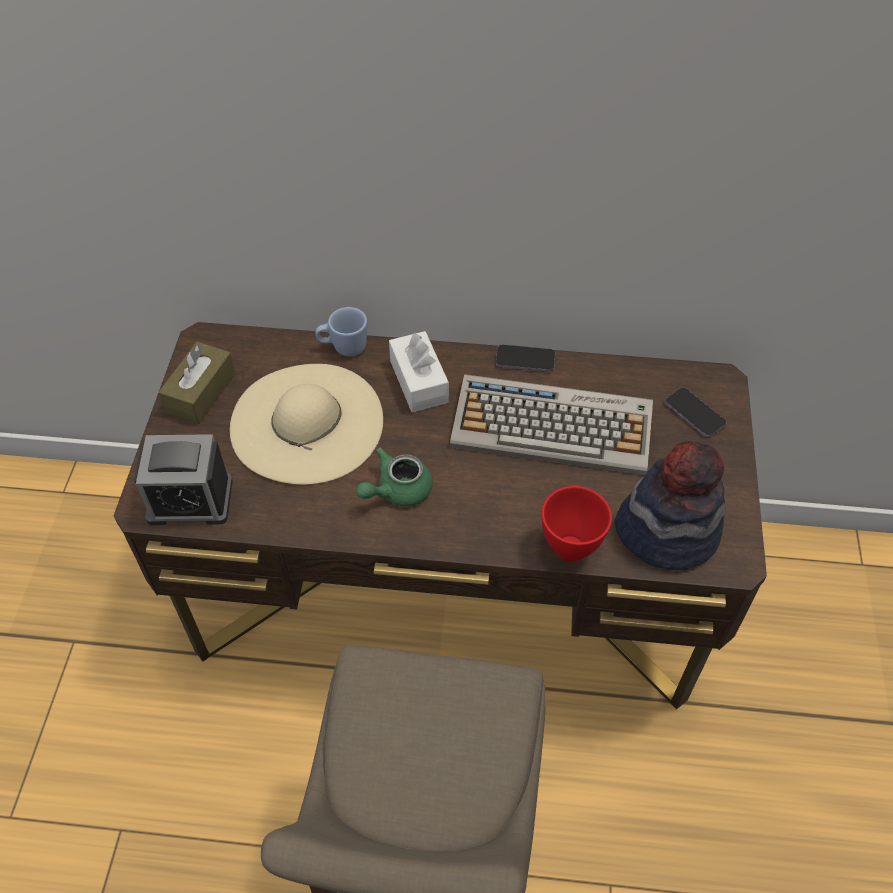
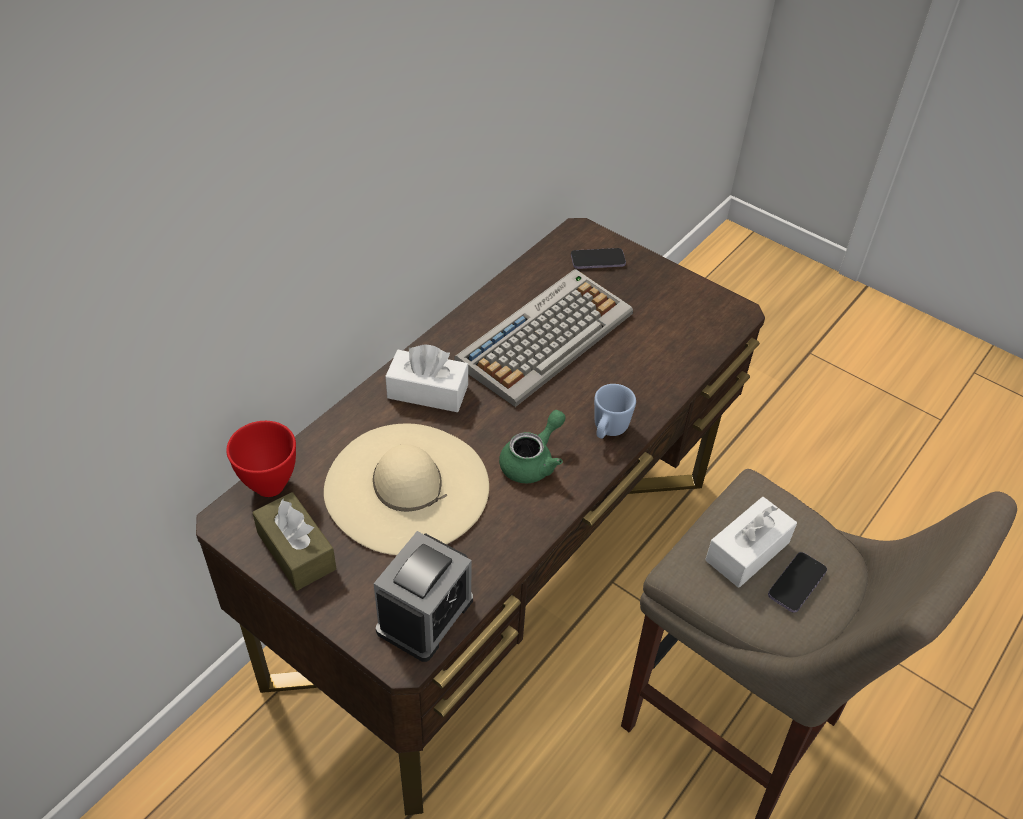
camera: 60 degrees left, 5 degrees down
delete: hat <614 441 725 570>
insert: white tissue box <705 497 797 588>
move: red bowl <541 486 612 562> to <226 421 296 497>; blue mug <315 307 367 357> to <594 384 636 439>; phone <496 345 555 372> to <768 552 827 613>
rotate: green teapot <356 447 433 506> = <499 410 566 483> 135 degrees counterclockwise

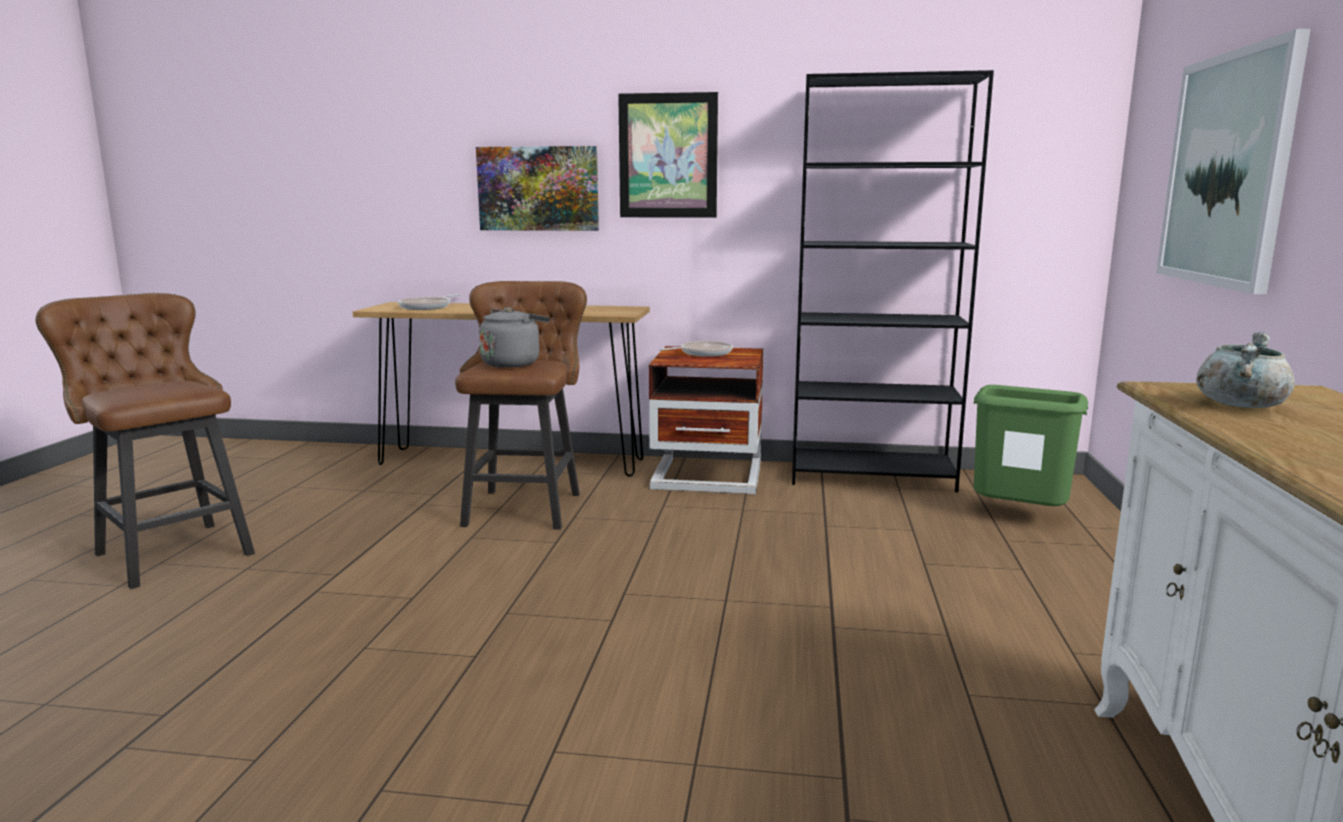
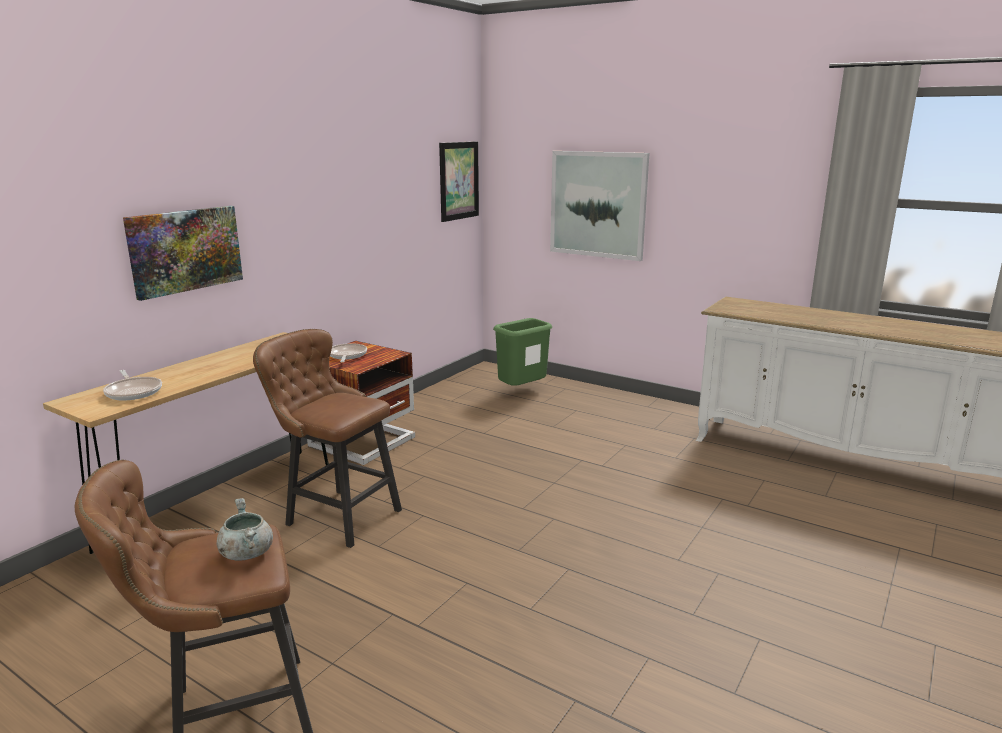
camera: 65 degrees left, 5 degrees up
delete: grey kettle <479 307 550 368>; black bookcase <792 70 994 492>
move: grey cooking pot <1196 332 1295 408> to <217 498 273 561>; picture <618 92 718 218> to <439 141 479 222>

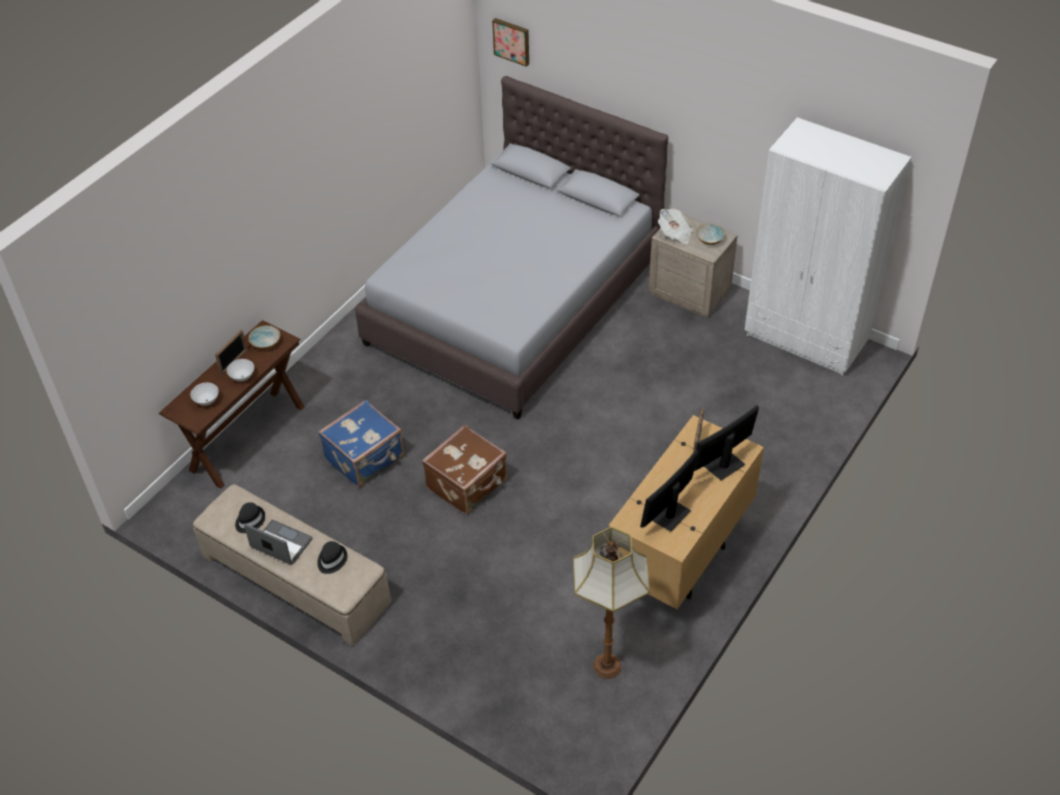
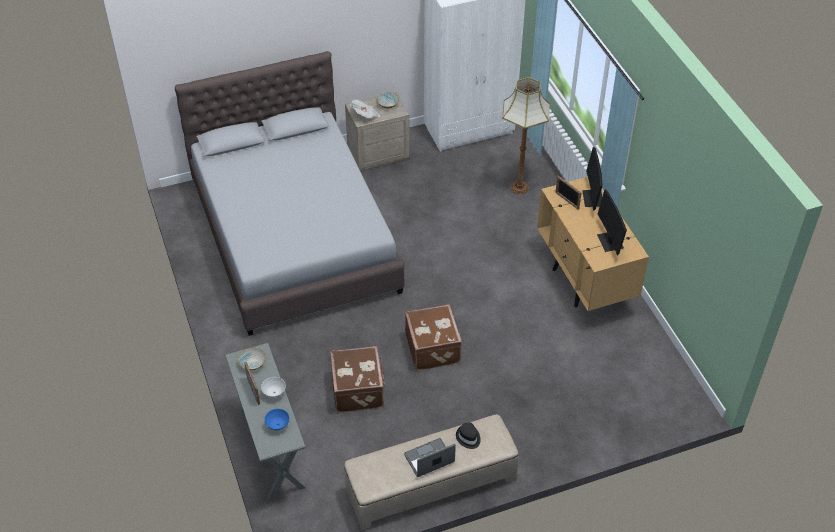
camera: 55 degrees left, 0 degrees up
delete: black hat <235 502 265 533>; picture <492 18 529 67>
move: floor lamp <573 527 650 679> to <502 77 550 194>
recolor: brown console table <159 320 304 489> to grey console table <225 343 306 500>; white bowl <190 383 219 406> to blue bowl <264 409 289 430>; blue suitcase <318 400 404 488> to brown suitcase <330 346 385 412>

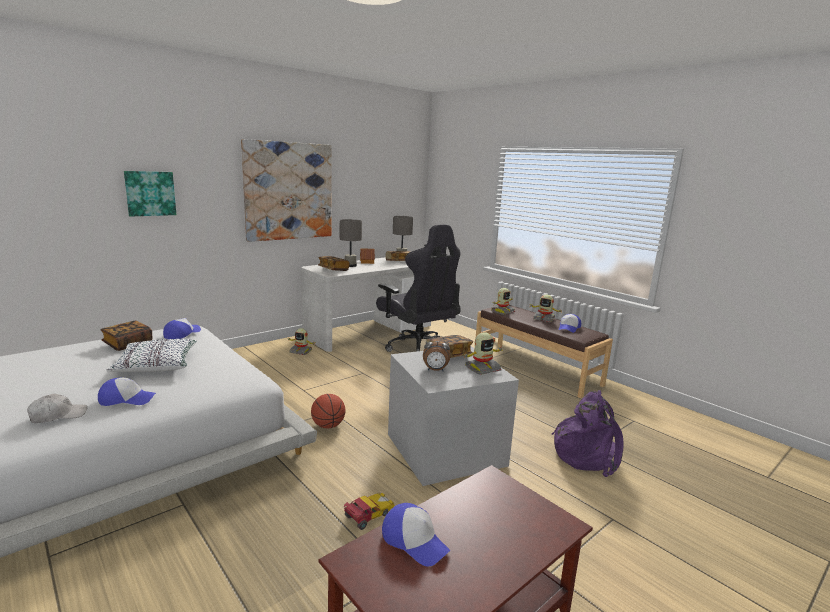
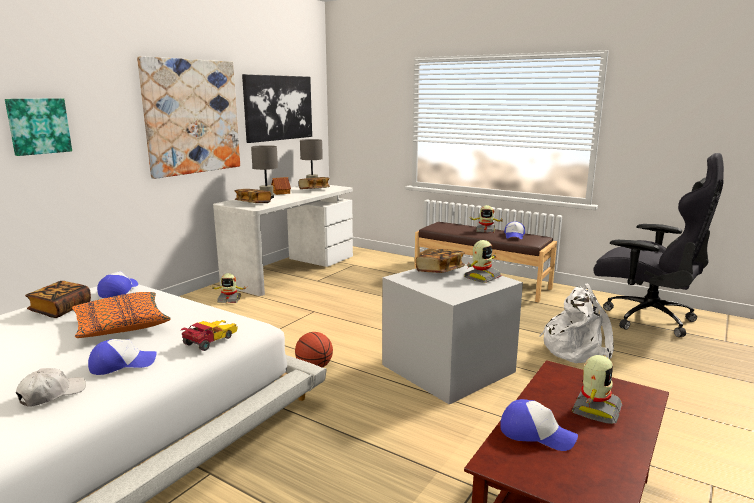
camera: 15 degrees left, 0 degrees up
delete: alarm clock <423 335 450 371>
insert: picture <242 74 312 143>
move: toy car <343 493 394 530> to <180 320 238 351>; toy robot <492 288 515 315> to <572 355 622 424>; black office chair <376 224 461 352> to <593 153 724 337>
recolor: white pillow <106 339 197 372> to orange pillow <72 292 171 338>; purple backpack <552 390 623 477> to white backpack <539 284 614 363>

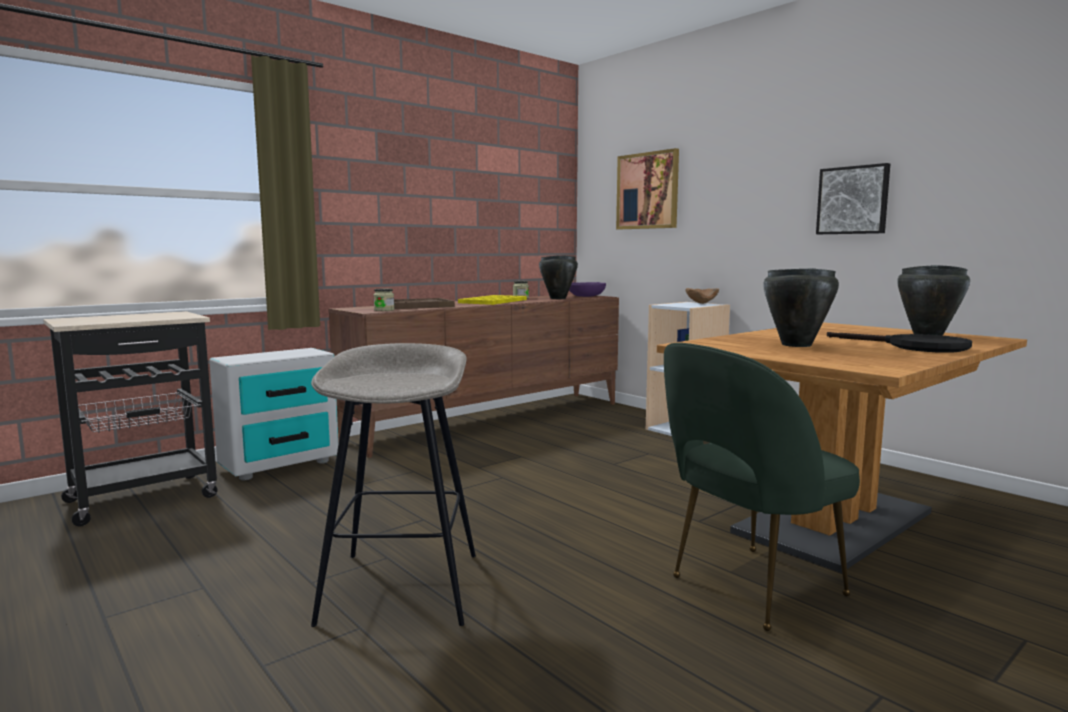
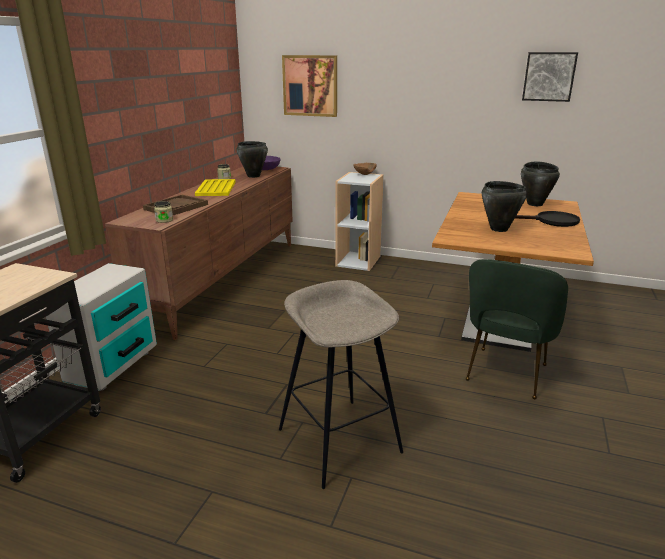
camera: 30 degrees left, 15 degrees up
move: picture <816 163 890 234> to <522 52 578 102>

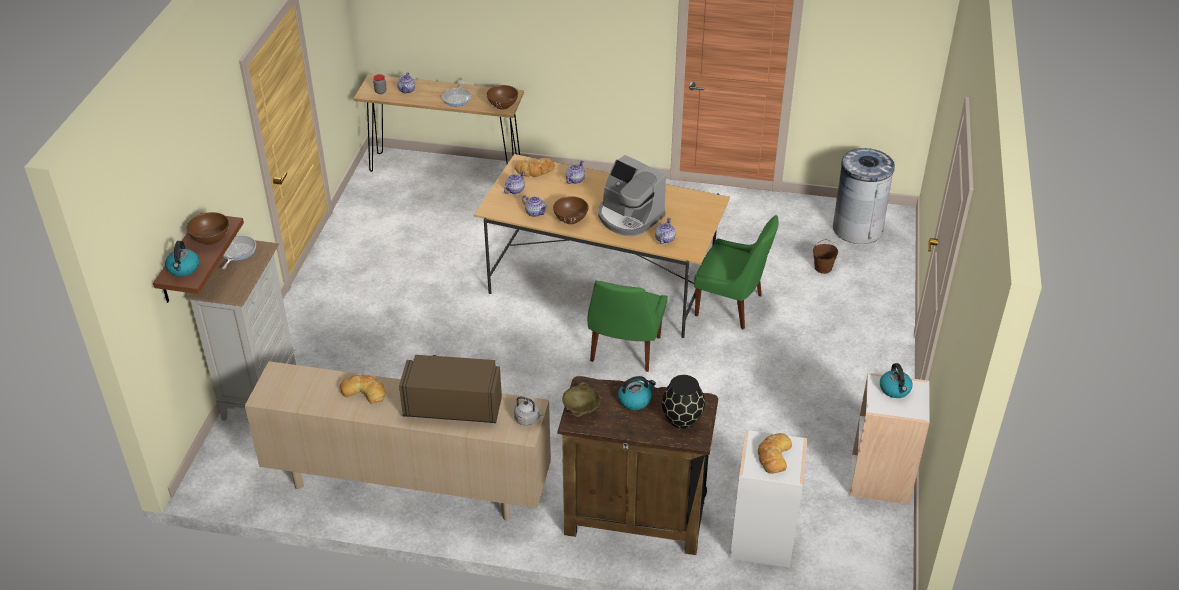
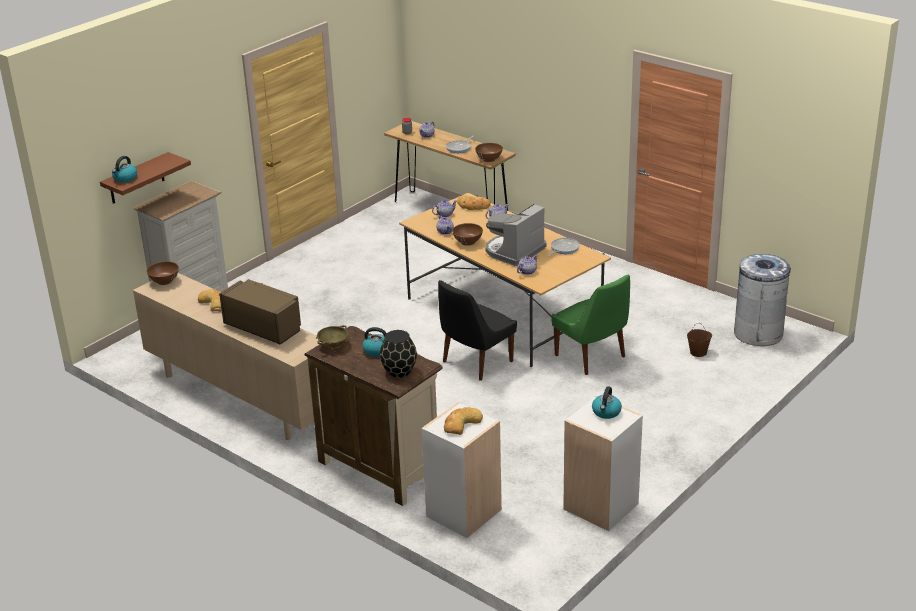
camera: 30 degrees right, 10 degrees down
delete: grey kettle <514 396 544 426>
move: brown bowl <187 212 229 245> to <146 261 179 285>; frying pan <222 235 256 269> to <548 238 580 256>
recolor: black dresser <557 376 718 555> to beige dresser <304 326 443 506>; green chair <588 281 668 372> to black chair <438 280 517 381>
rotate: coffee machine <598 155 666 237> = <486 204 547 266> 60 degrees clockwise

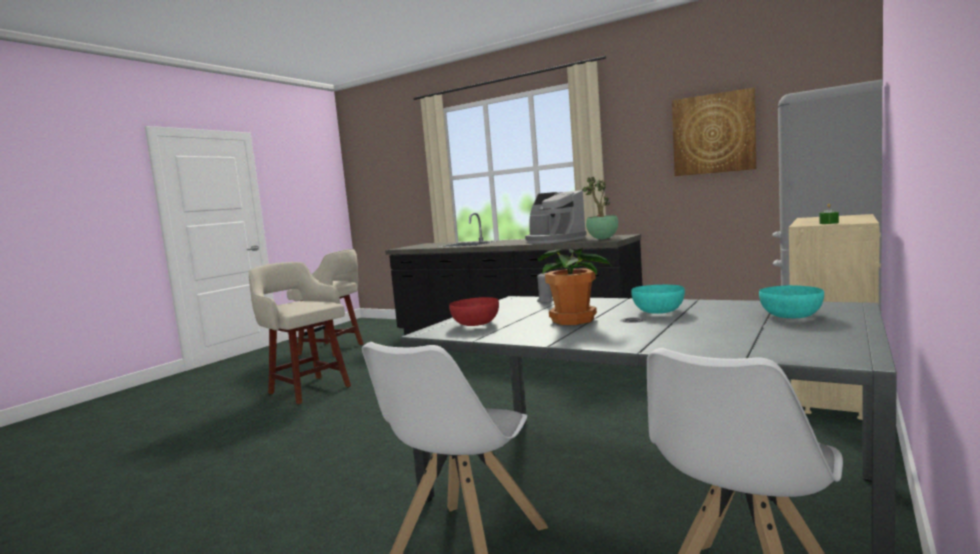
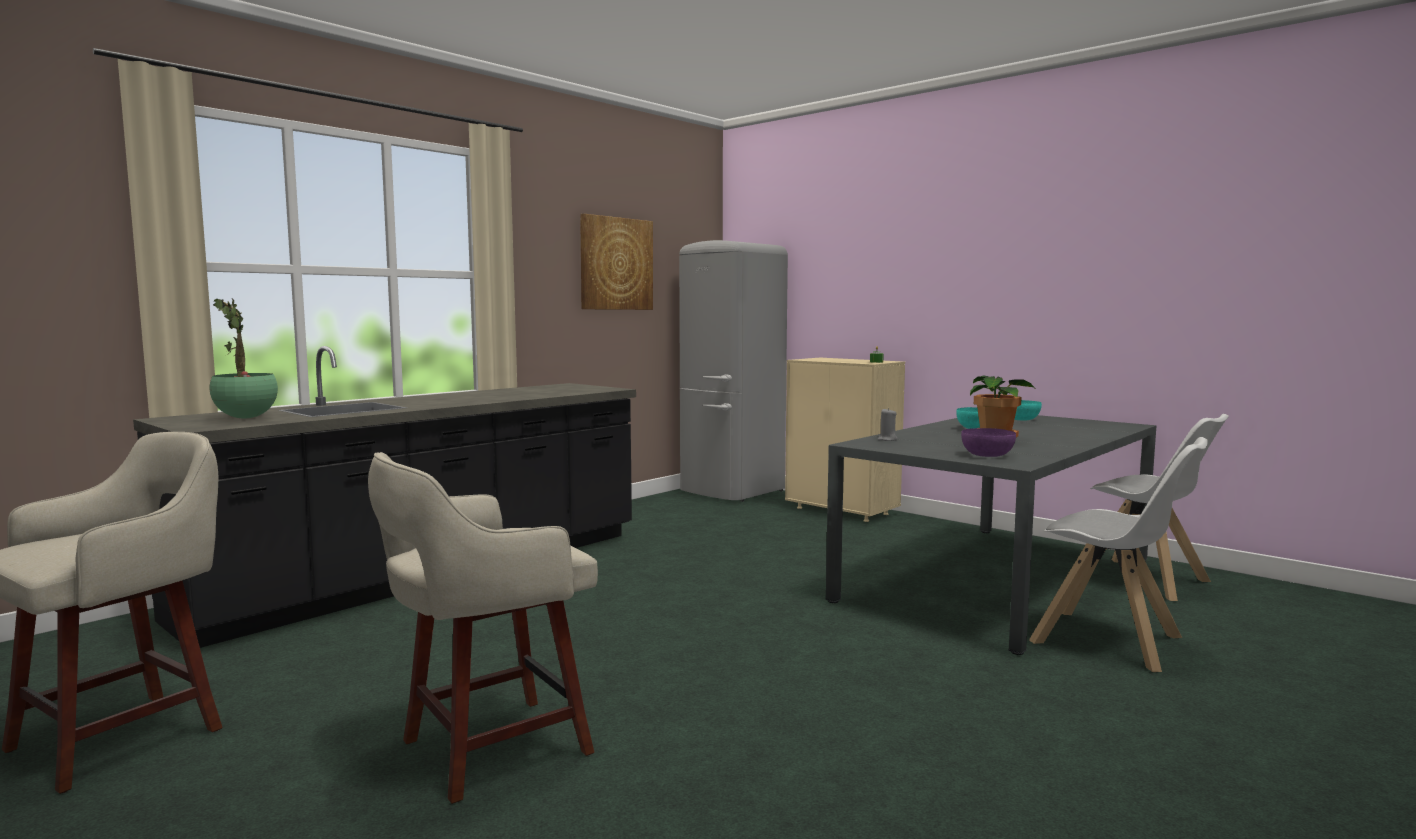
camera: 80 degrees left, 0 degrees up
delete: coffee machine <525 190 587 244>
move: potted plant <582 177 618 239> to <210 298 278 419>
recolor: red bowl <449 297 499 326> to purple bowl <961 428 1016 457>

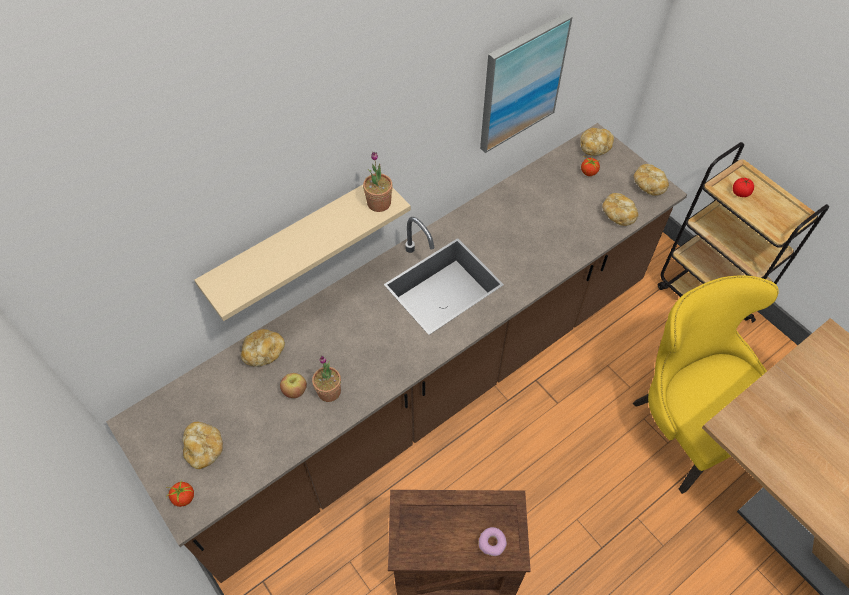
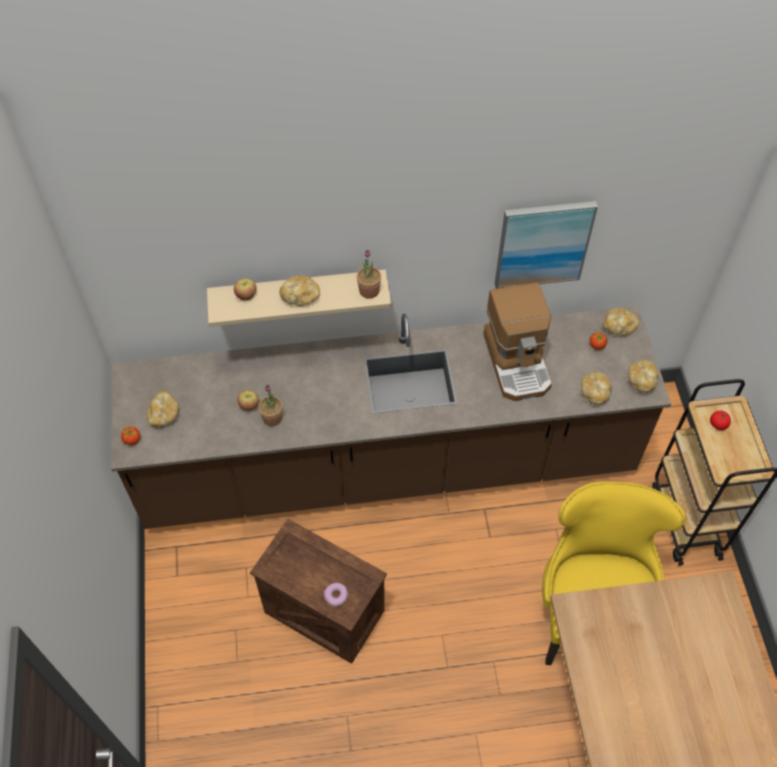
camera: 30 degrees right, 0 degrees up
insert: apple <234 278 257 300>; coffee machine <483 282 552 401>
move: bread <241 329 285 367> to <279 275 320 306>

